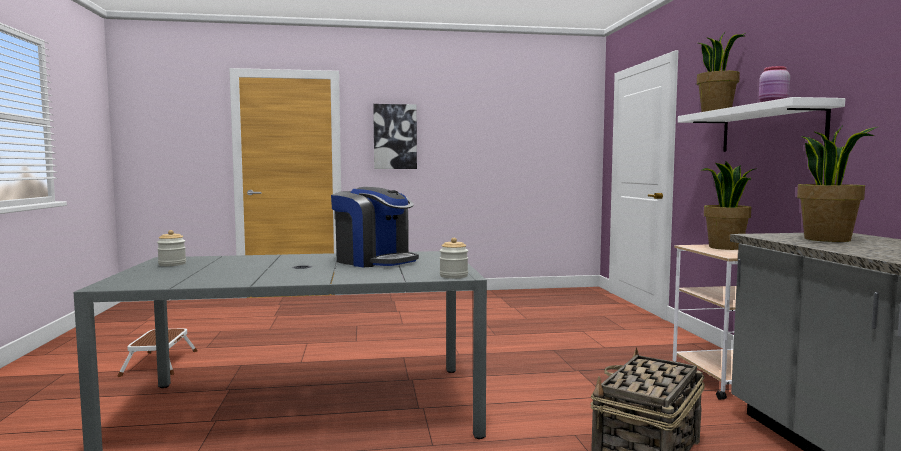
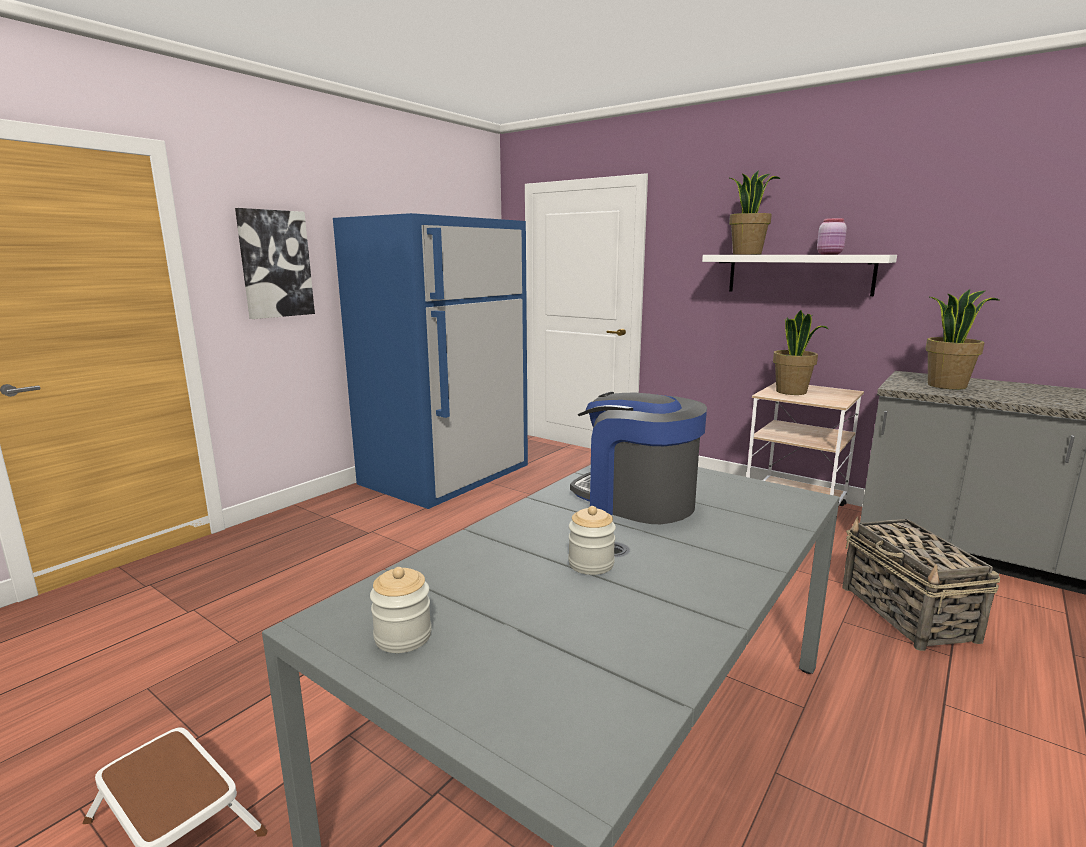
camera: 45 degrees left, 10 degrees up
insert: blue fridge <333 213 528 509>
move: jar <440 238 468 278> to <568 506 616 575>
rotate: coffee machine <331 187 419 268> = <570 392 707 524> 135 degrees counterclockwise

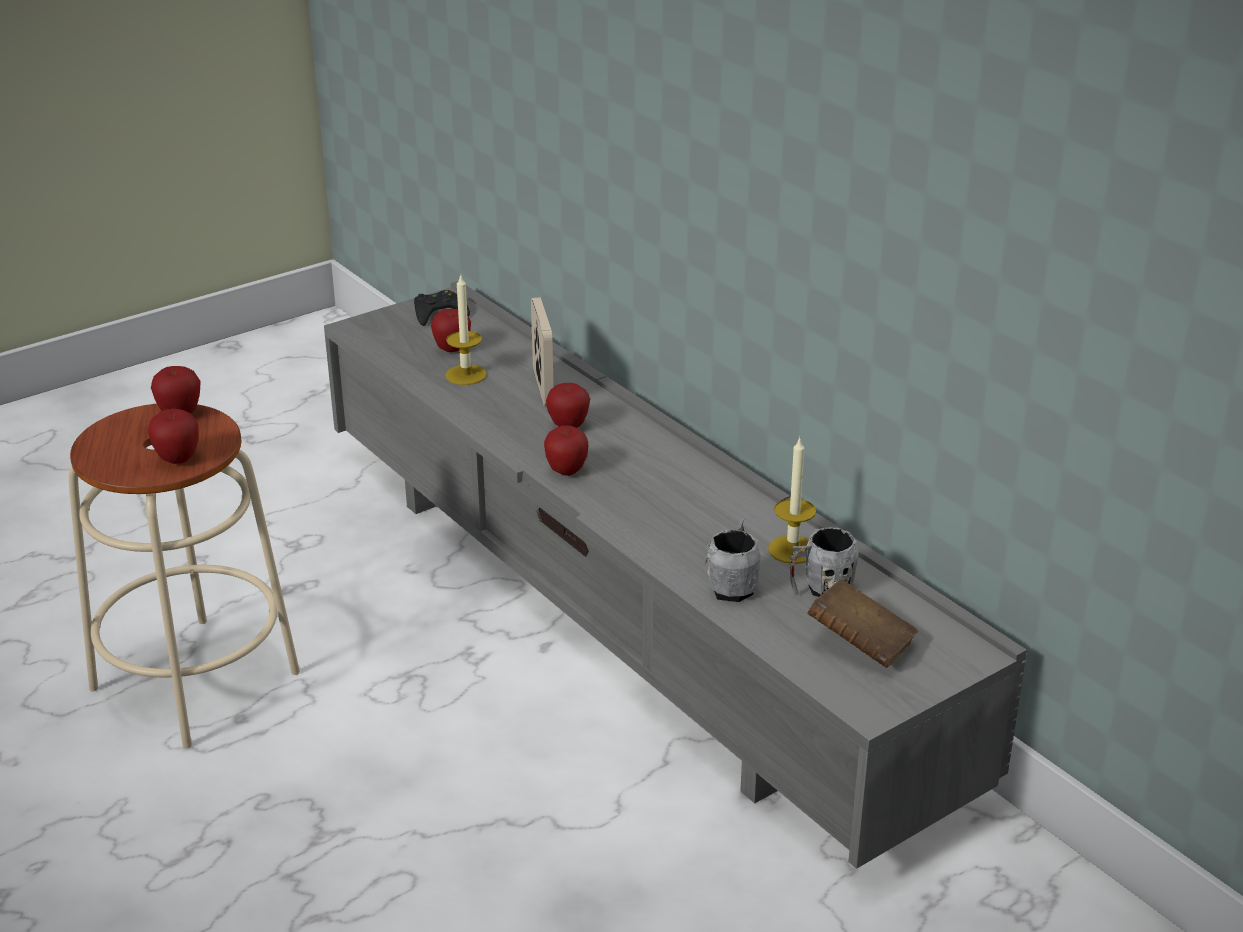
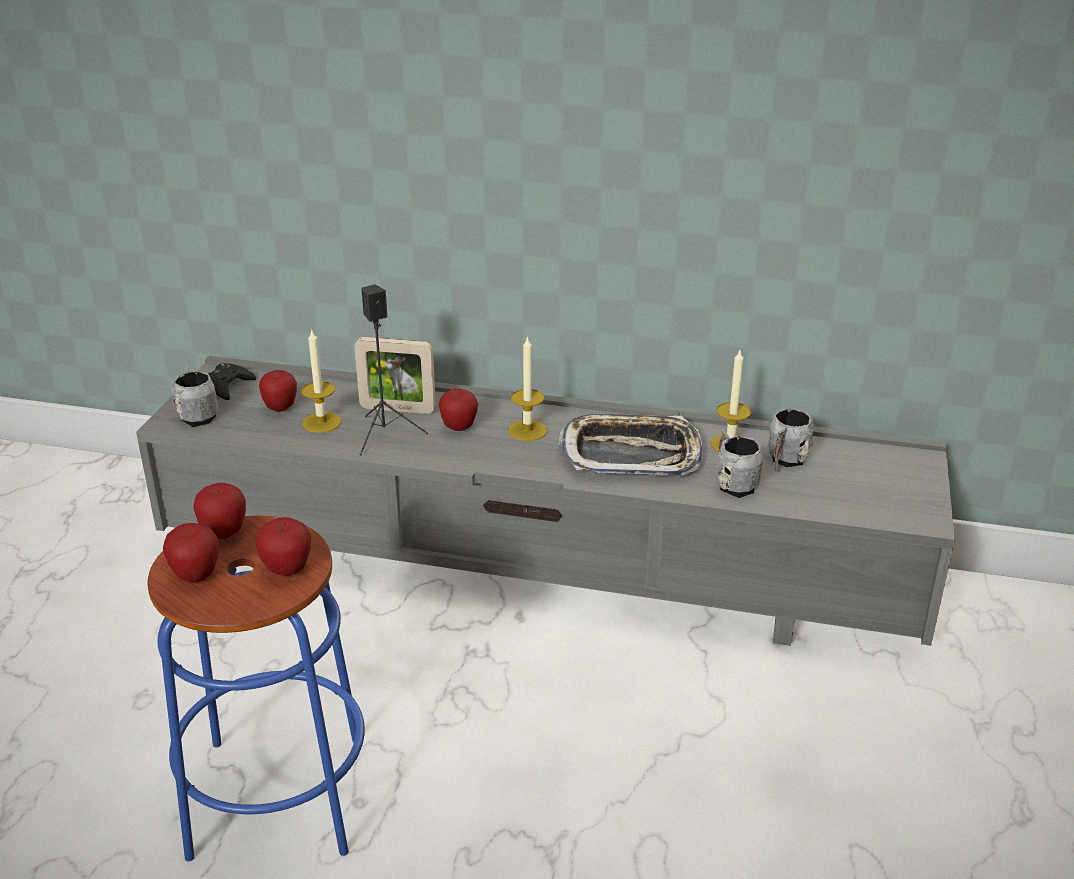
camera: 40 degrees left, 0 degrees up
delete: brown book <808 579 918 668>
insert: grey mug <172 365 219 427>; black speaker <359 284 428 455>; candle <508 336 547 441>; tray <558 414 703 476>
move: apple <544 425 588 476> to <163 523 219 582>
recolor: beige stool <69 404 300 749> to blue stool <148 516 365 861>
rotate: picture frame <531 297 554 407> = <355 337 436 414> 150 degrees clockwise

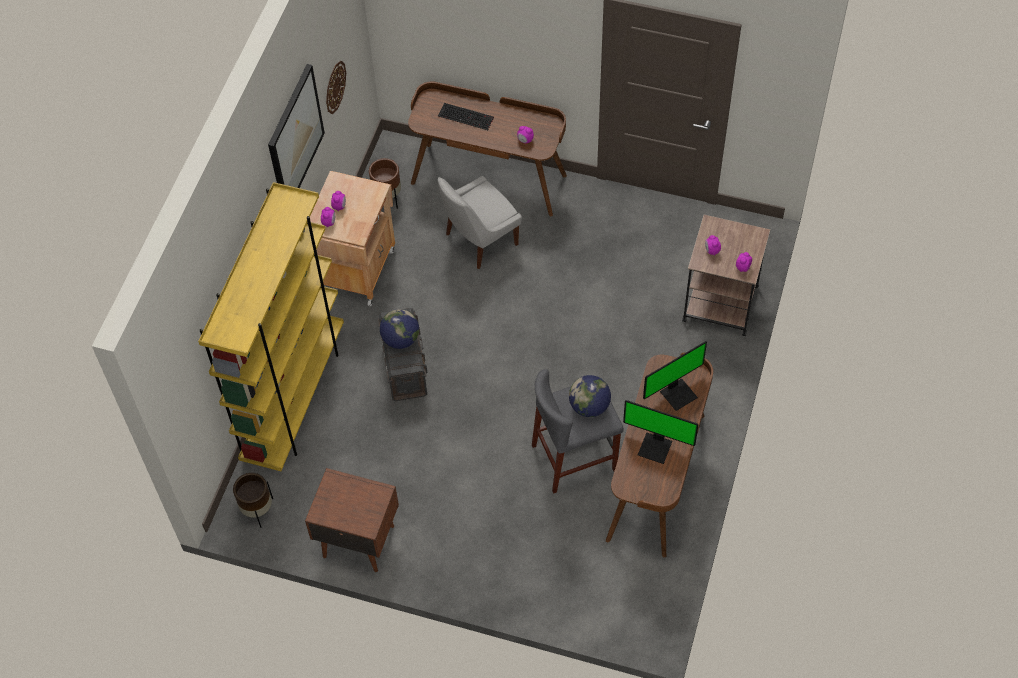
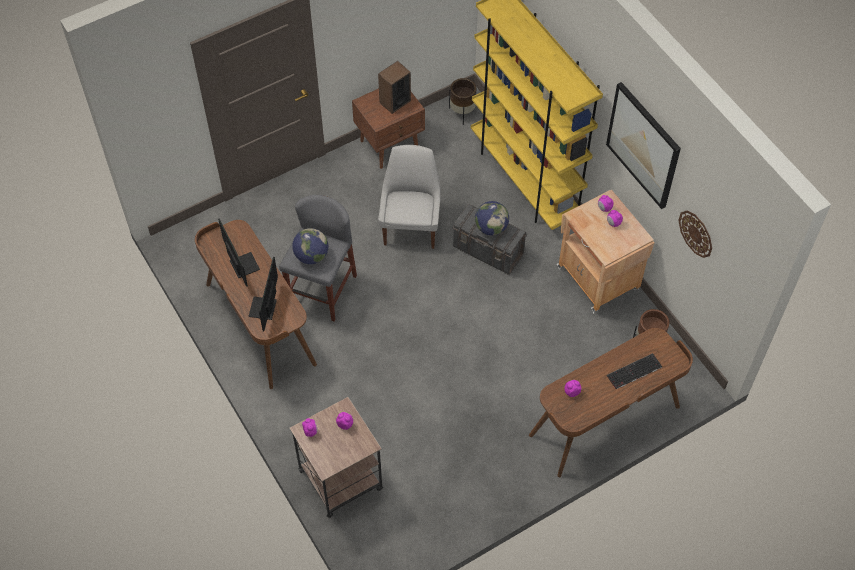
camera: 130 degrees right, 0 degrees up
insert: speaker <378 61 411 114>
move: white chair <437 176 522 269> to <378 145 441 249>
rotate: monitor <623 400 699 464> = <218 219 260 287> 90 degrees clockwise

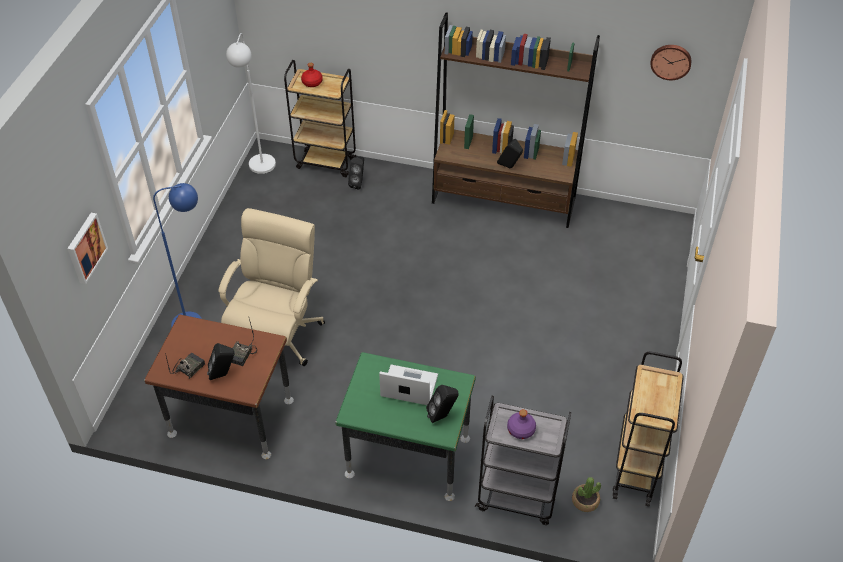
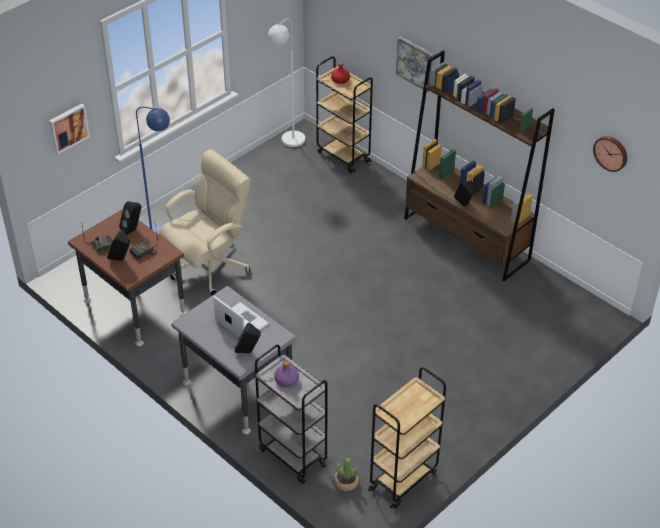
camera: 30 degrees right, 5 degrees down
insert: picture <396 36 434 92>
move: black speaker <348 156 364 190> to <119 201 141 235>
recolor: green desk <335 352 476 501> to grey desk <171 286 296 434>

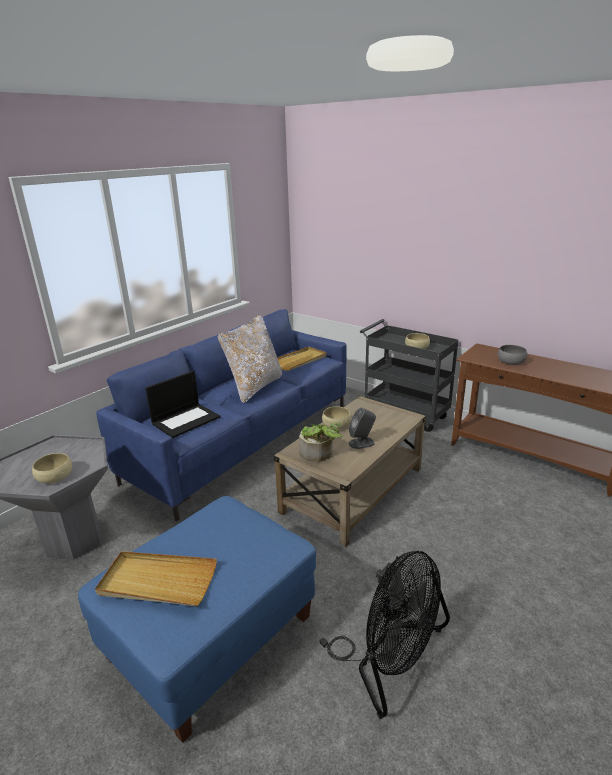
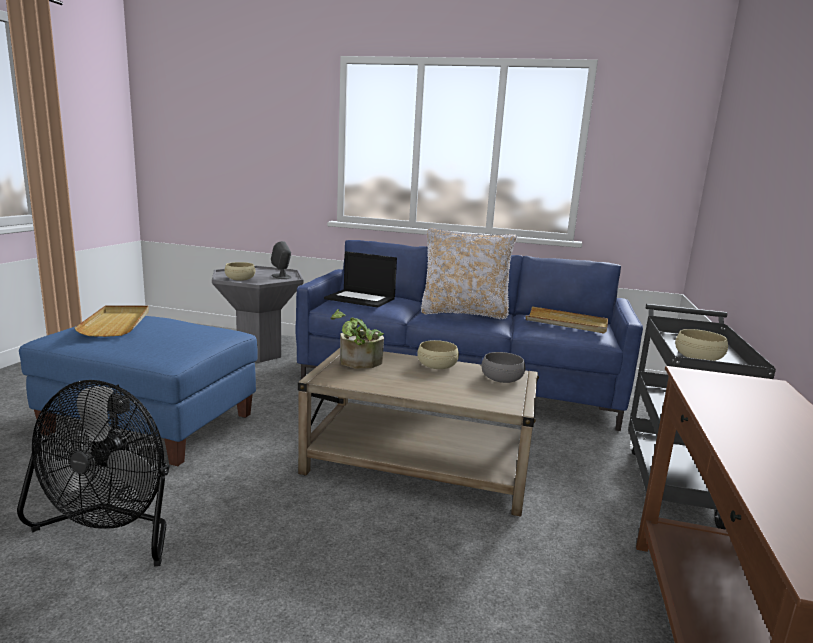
camera: 65 degrees right, 10 degrees down
move: grey speaker <349 408 376 449> to <271 241 292 279>; grey bowl <498 345 527 365> to <481 352 525 383>

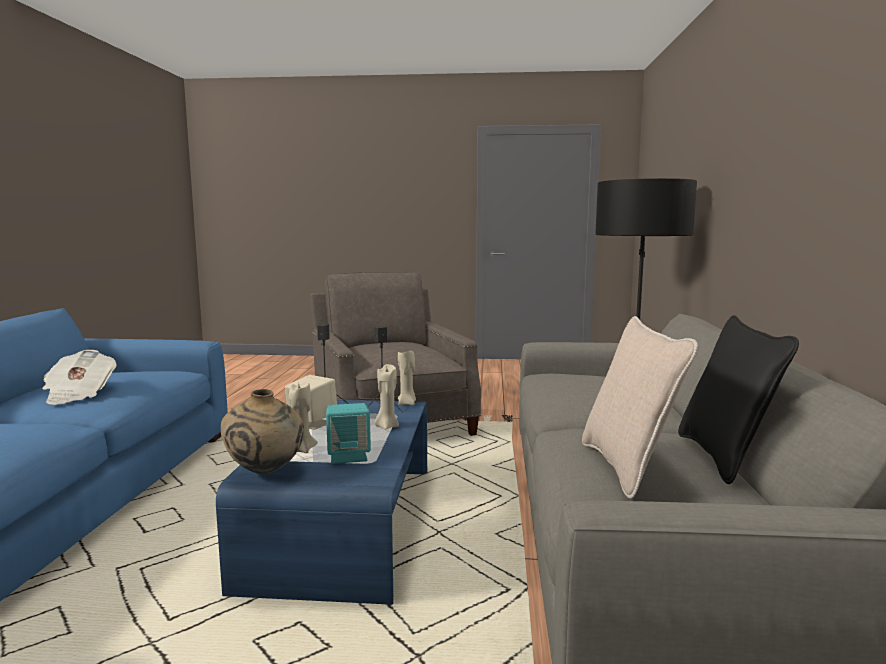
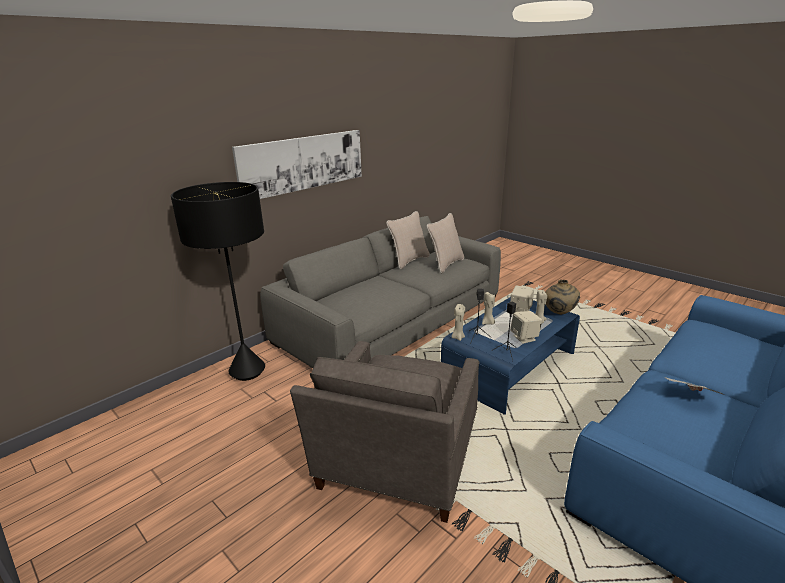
camera: 140 degrees left, 15 degrees up
insert: picture <232 130 362 199>
recolor: black pillow <678 315 799 484> to beige pillow <386 211 430 269>; turquoise speaker <326 403 371 464> to beige speaker <510 285 534 312>

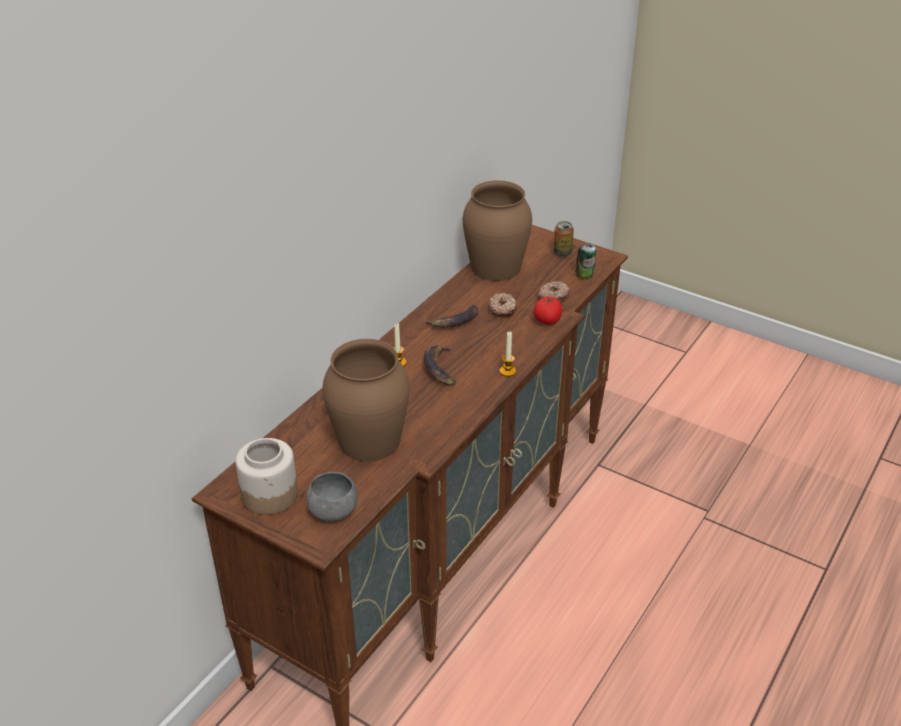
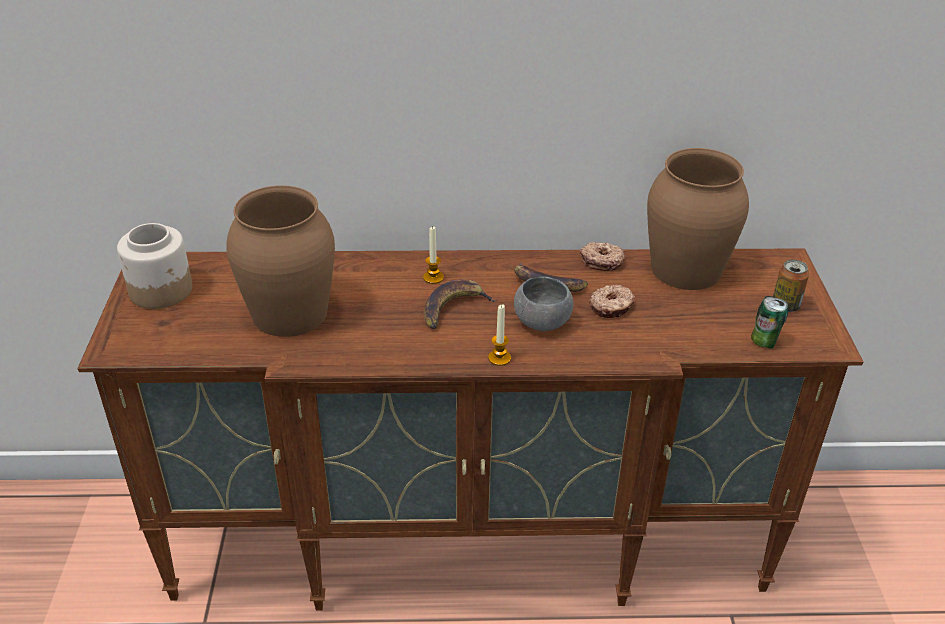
camera: 55 degrees right, 0 degrees up
delete: tomato <534 296 562 325>
move: grey bowl <306 472 358 521> to <514 277 573 331>; donut <538 281 570 303> to <580 242 625 271>

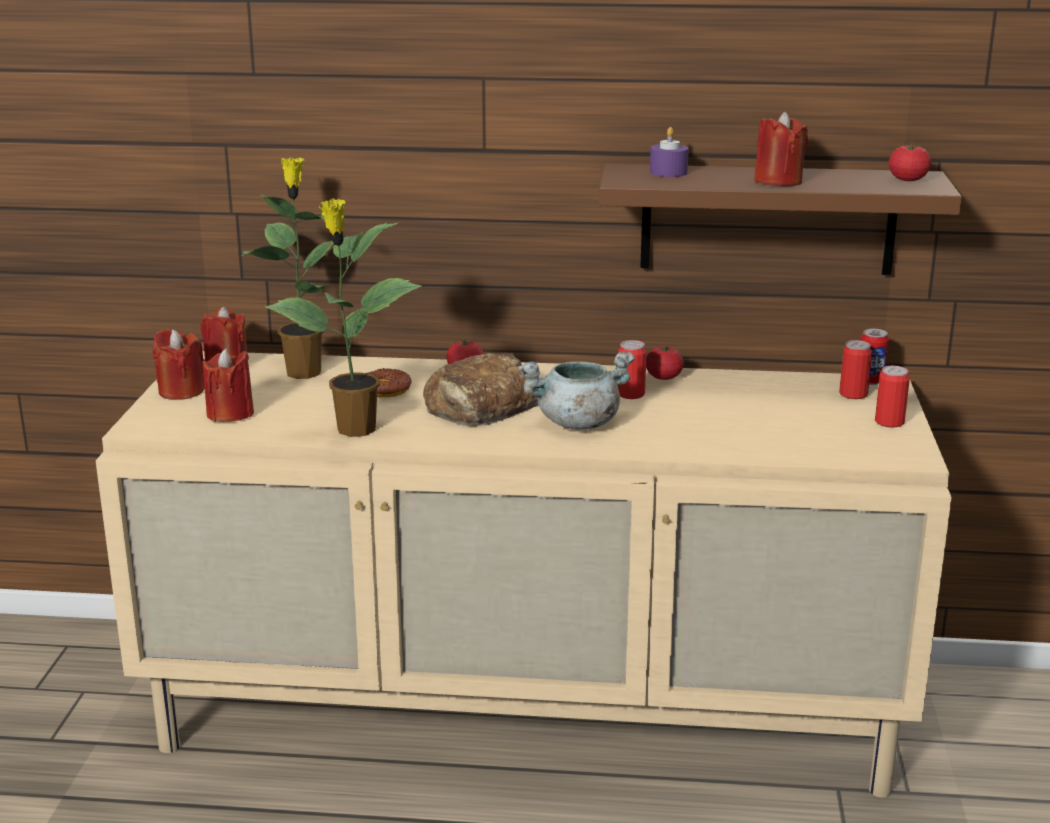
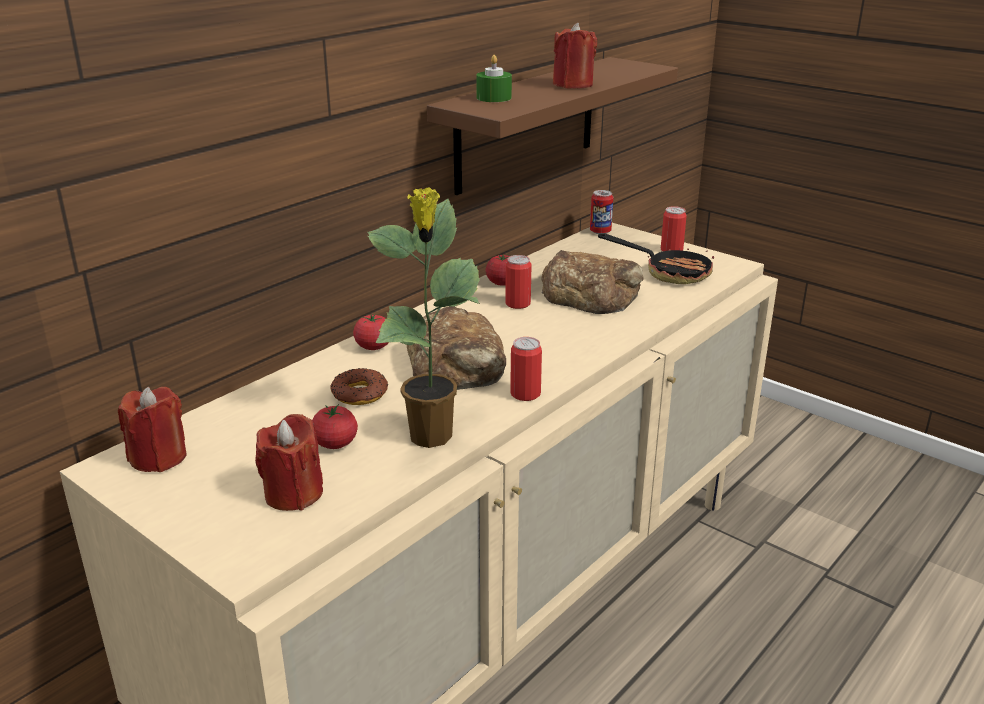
camera: 55 degrees left, 5 degrees up
delete: red candle <152 329 205 400>; potted plant <242 157 334 379>; grey cooking pot <518 351 635 430>
insert: bread <542 250 643 314>; frying pan <598 233 715 284>
move: tomato <889 143 931 181> to <312 404 358 449>; can <839 340 872 399> to <510 337 542 401>
recolor: purple candle <650 127 689 177> to green candle <476 55 512 102>

